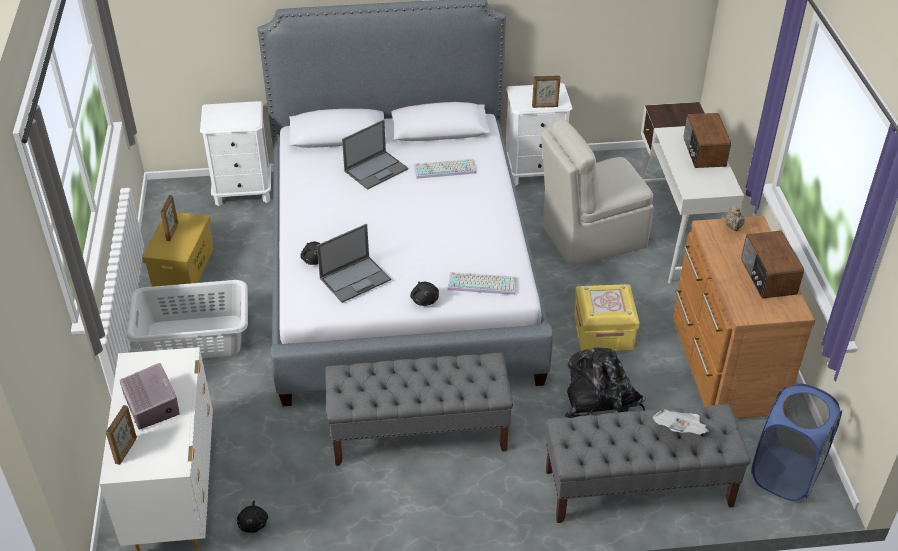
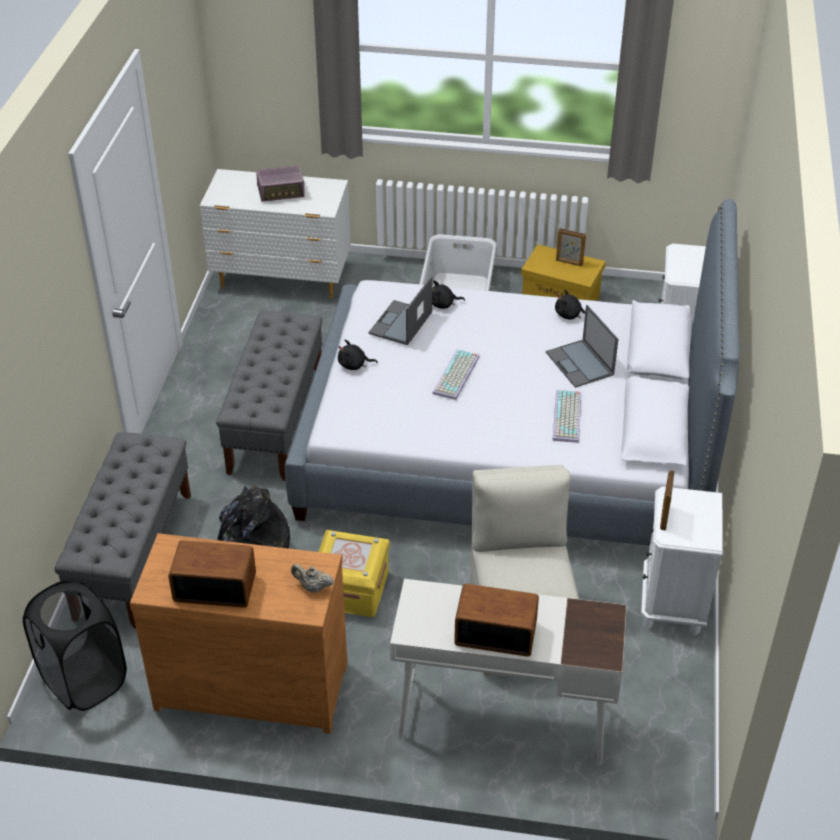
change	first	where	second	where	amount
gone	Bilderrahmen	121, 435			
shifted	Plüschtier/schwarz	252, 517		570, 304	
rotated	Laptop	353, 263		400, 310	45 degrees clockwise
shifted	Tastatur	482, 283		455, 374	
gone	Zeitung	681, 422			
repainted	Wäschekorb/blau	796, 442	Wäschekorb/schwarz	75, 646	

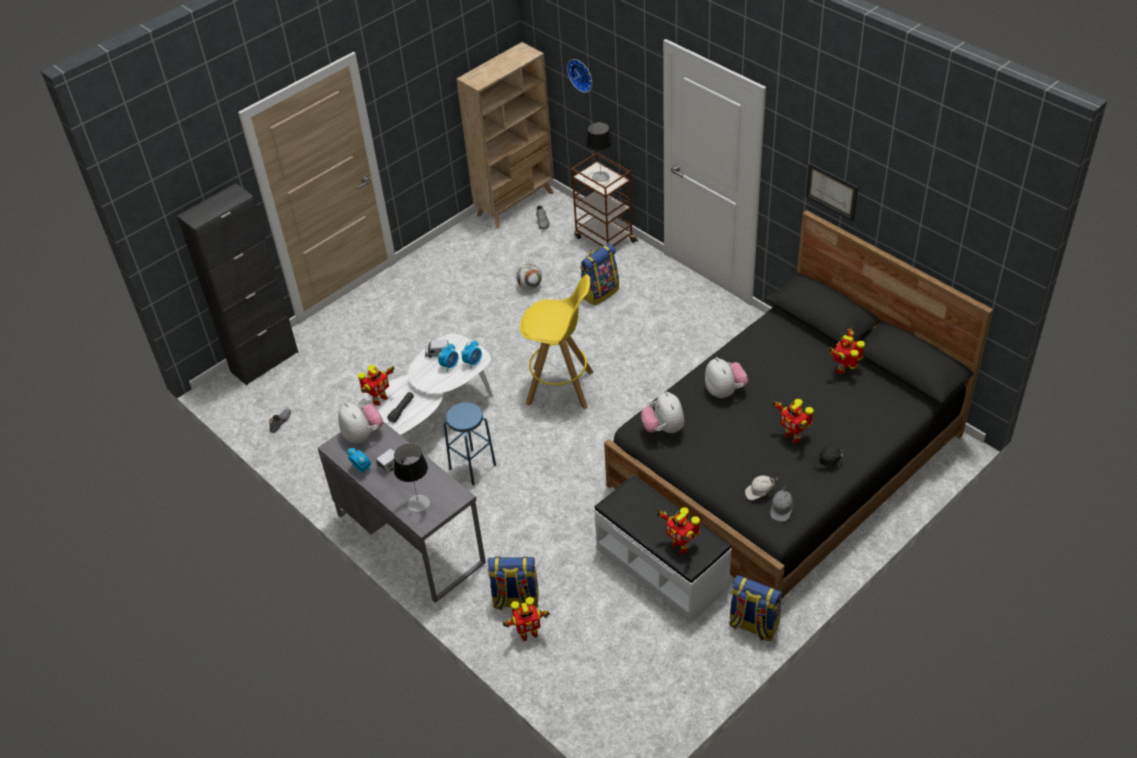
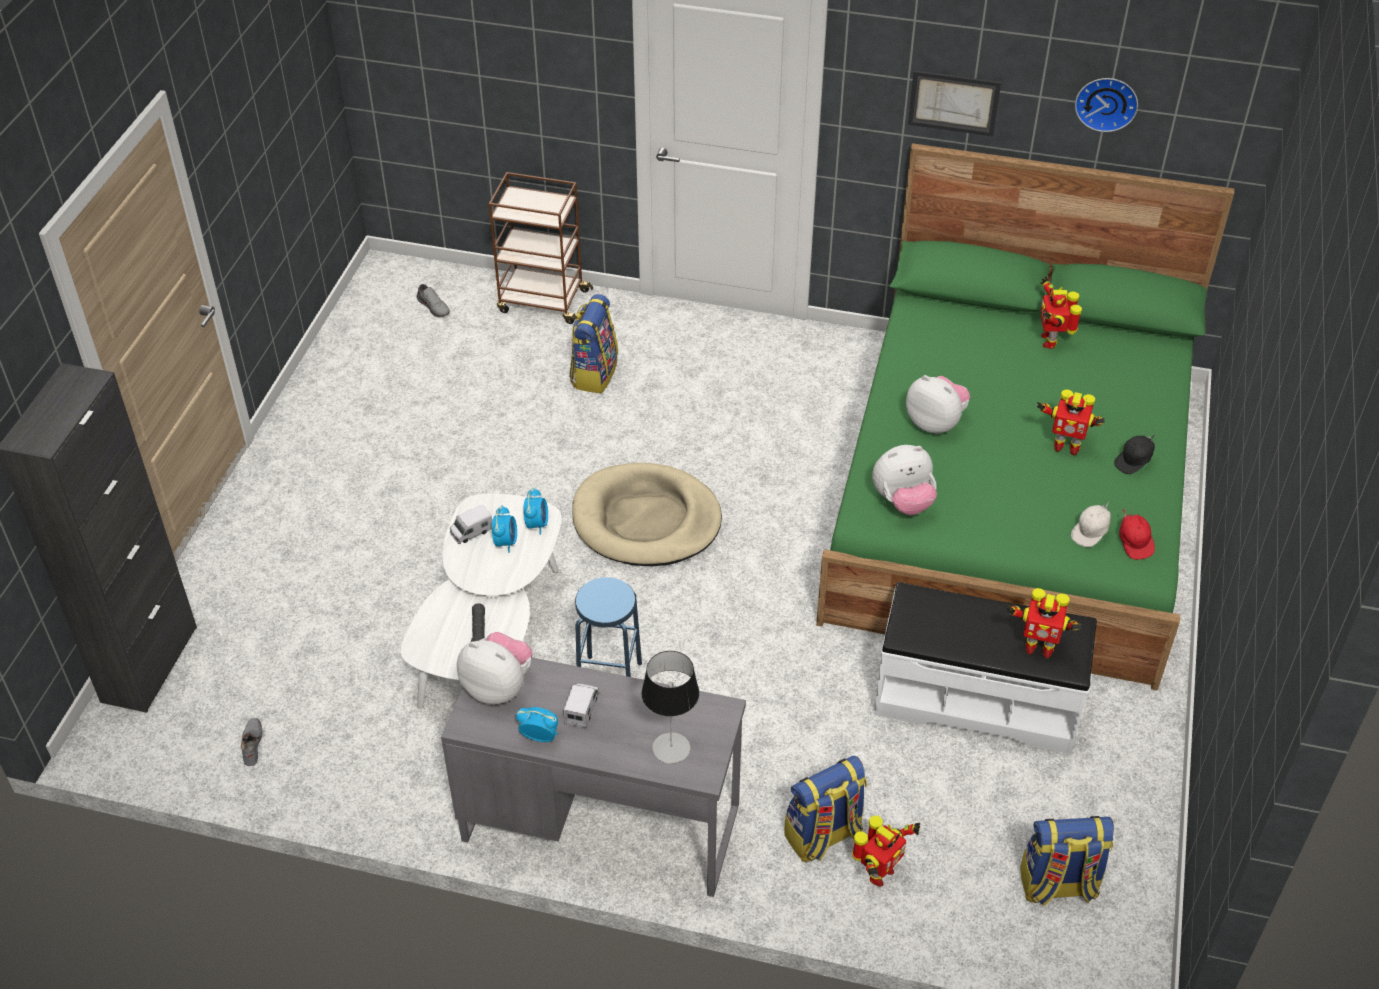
change	first	where	second	where	amount
gone	Spielzeugroboter	376, 385			
gone	Bücherregal/beige	505, 135			
gone	Fußball	529, 277			
swapped	Hocker/gelb	557, 342	Hundebett/beige	647, 514	
shifted	Wanduhr	579, 76		1106, 105	
gone	Tischlampe	599, 152			
repainted	Bett/schwarz	798, 407	Bett/grün	1025, 417	
rotated	Plüschtier	662, 412		904, 480	60 degrees counterclockwise
shifted	Rucksack	755, 608		1067, 861	
repainted	Kappe/grau	781, 504	Kappe/rot	1137, 534	

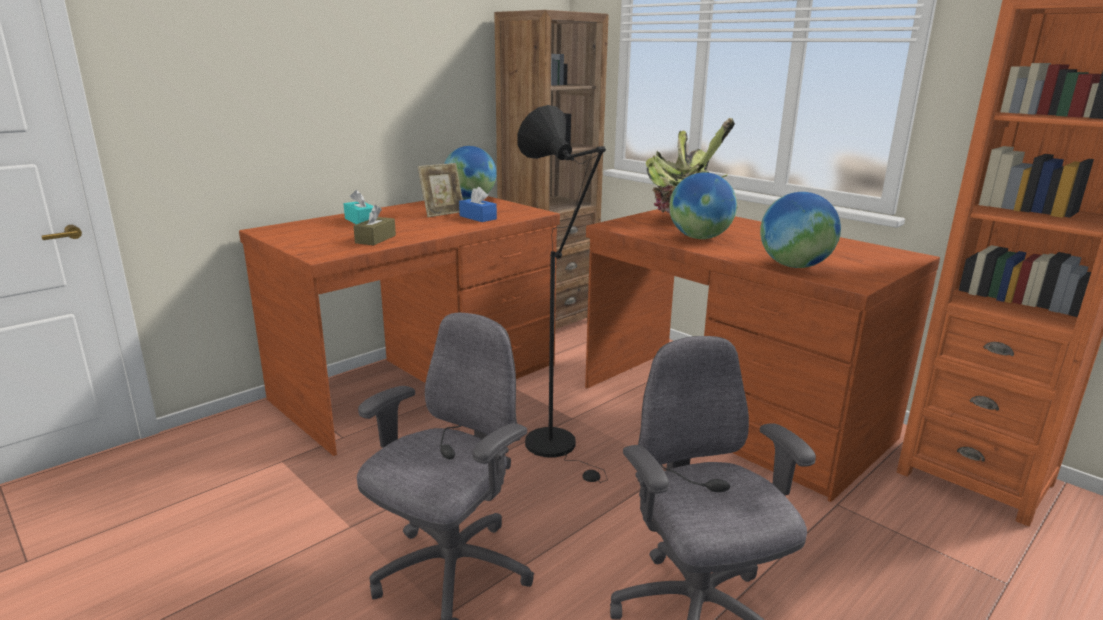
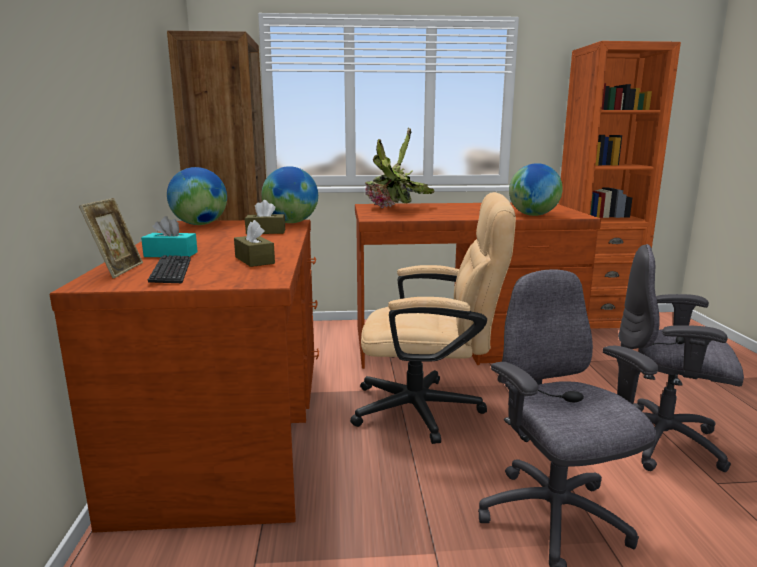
change	first	where	second	where	amount
shifted	Bilderrahmen	440, 190		111, 238	
repainted	Taschentuchbox/blau	478, 204	Taschentuchbox/braun	265, 217	
swapped	Stehlampe/schwarz	562, 294	Bürostuhl/beige	433, 318	
shifted	Globus	703, 205		290, 194	
new			Tastatur	169, 269	

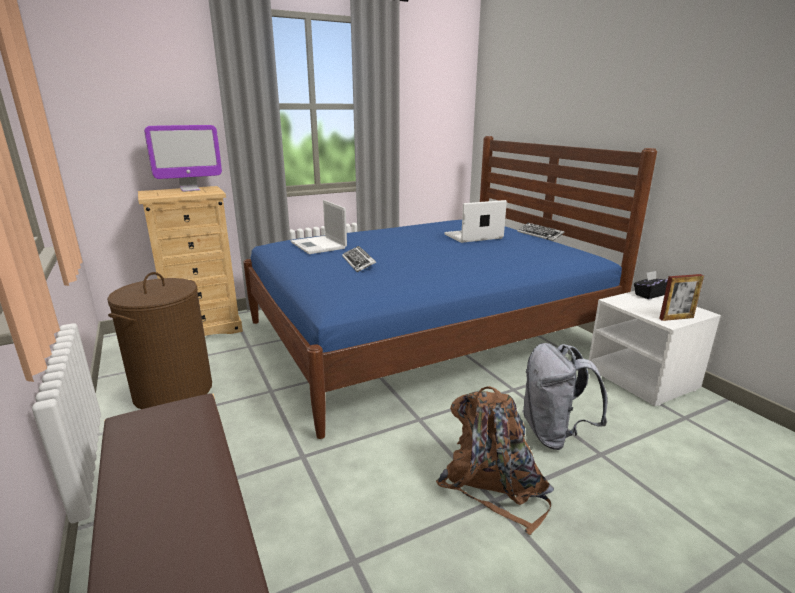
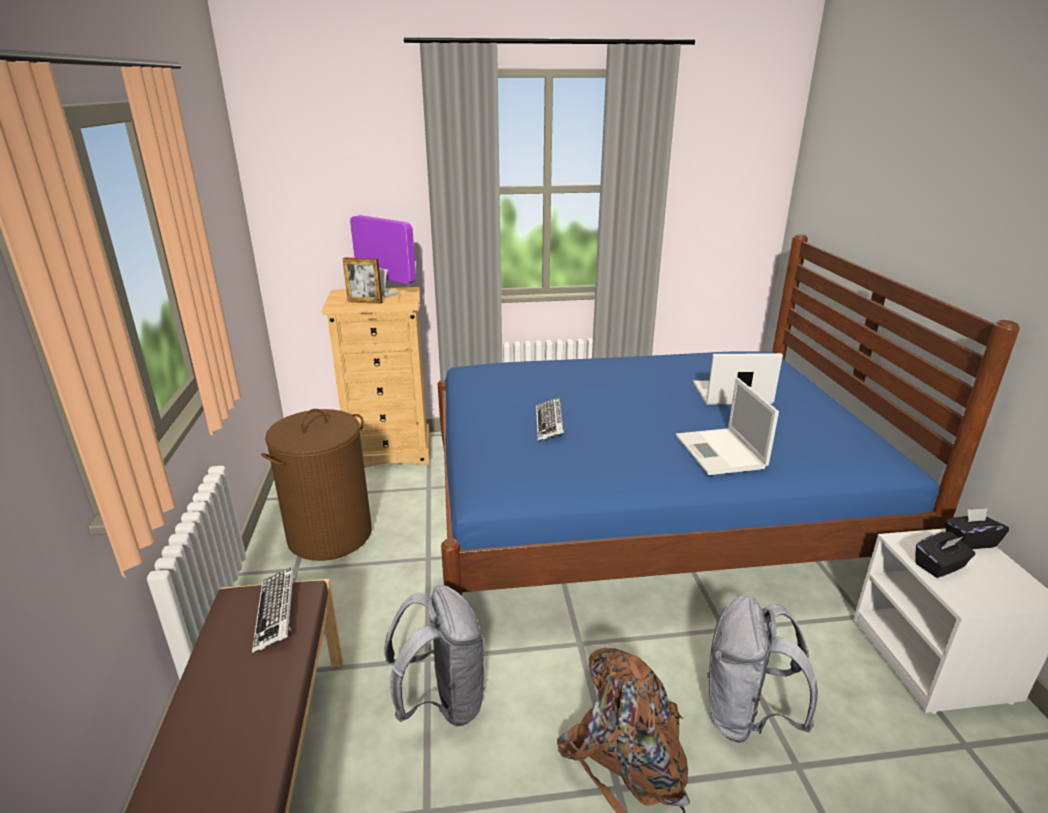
change	first	where	second	where	amount
rotated	Monitor	183, 158		383, 256	135 degrees counterclockwise
shifted	Laptop	319, 227		727, 426	
shifted	Tastatur	541, 232		273, 610	
shifted	Bilderrahmen	681, 297		362, 280	
new			Rucksack/grau	435, 655	
new			Taschentuchbox/schwarz	945, 554	

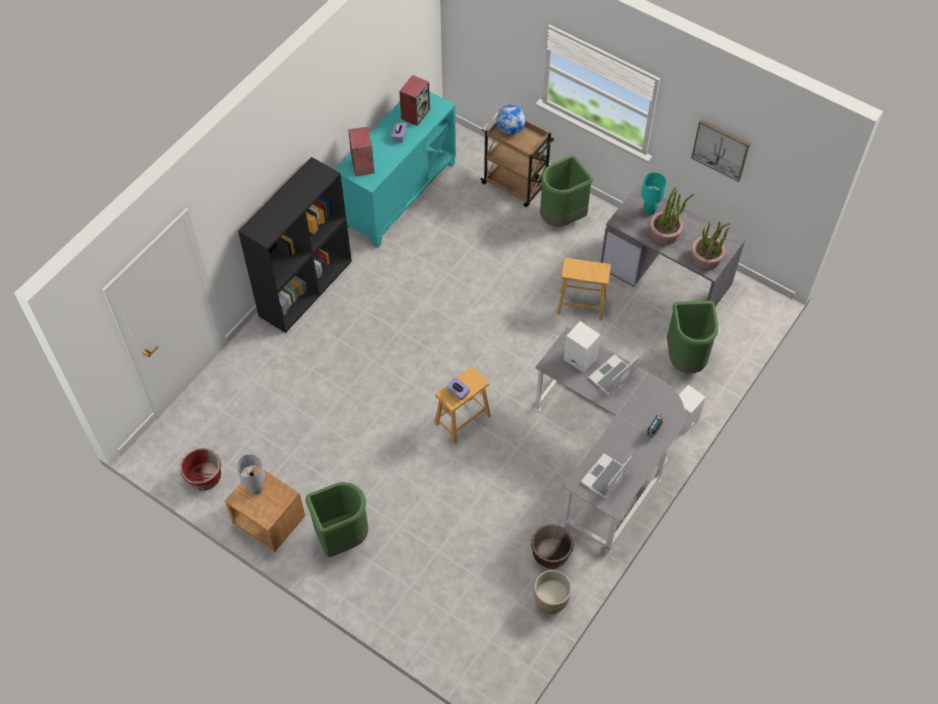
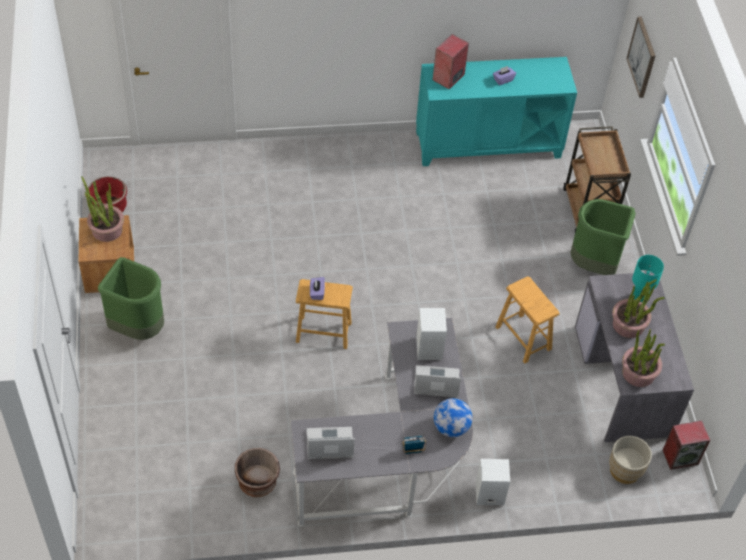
change	first	where	second	where	amount
swapped	Tischlampe/grau	250, 474	Topfpflanze	102, 209	
gone	Bücherregal/schwarz	295, 245			
shifted	Lautsprecher	414, 100		686, 445	
shifted	Globus	511, 120		453, 417	
shifted	Pflanzkübel/beige	553, 592		630, 460	
gone	Mülleimer/grün	692, 337			
shifted	Bild	720, 150		640, 57	

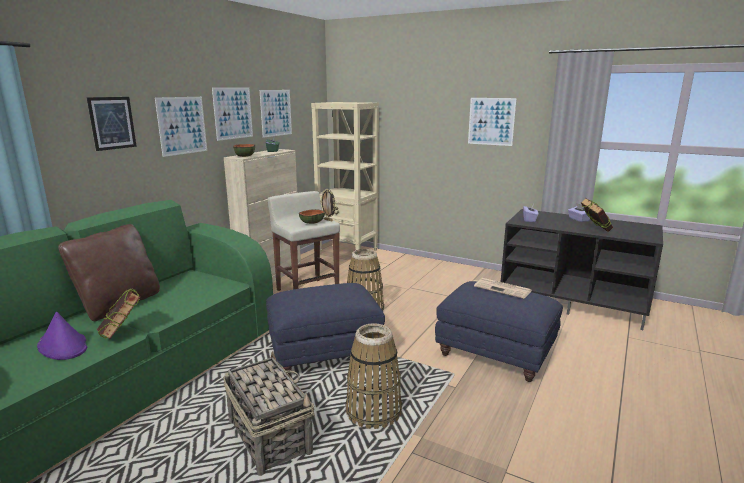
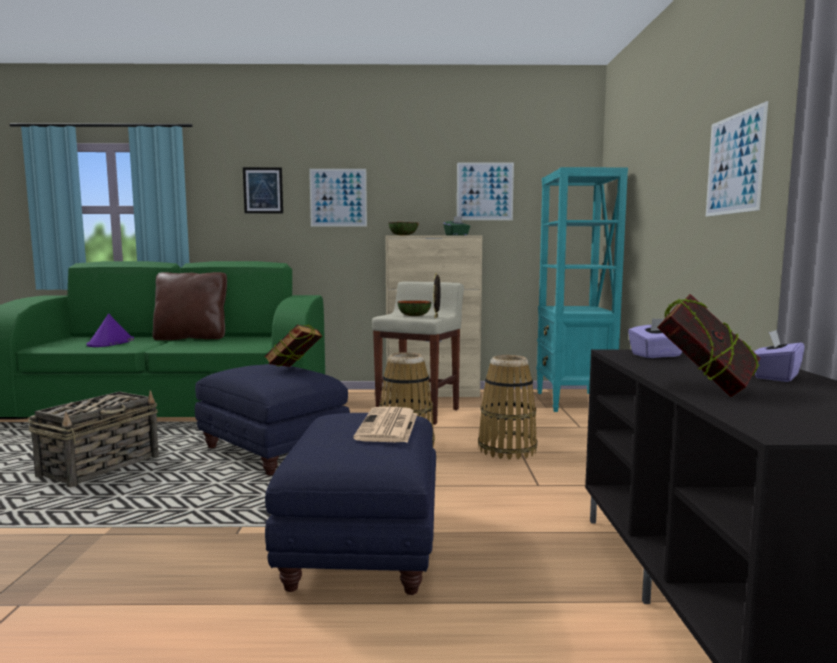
change	first	where	second	where	amount
shifted	Buch	118, 313		293, 345	
gone	Bild	232, 114			
repainted	Bücherregal/beige	345, 177	Bücherregal/türkis	582, 289	
shifted	Korb	373, 376		507, 407	

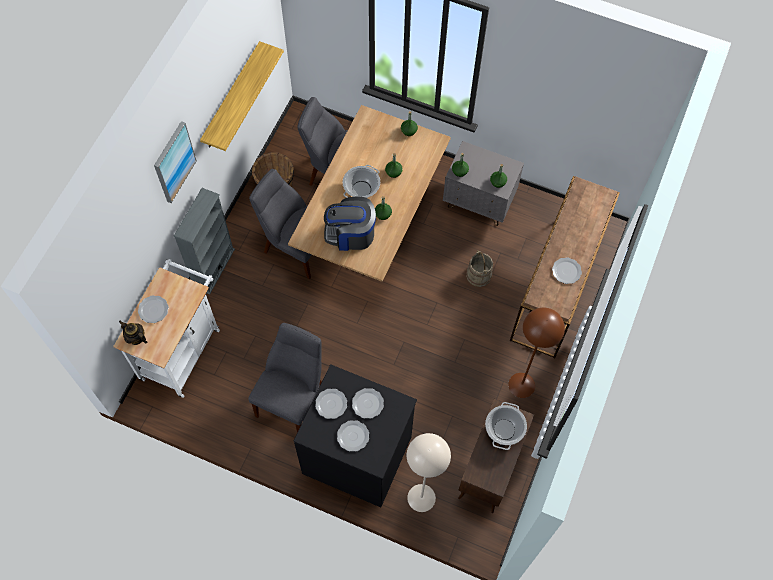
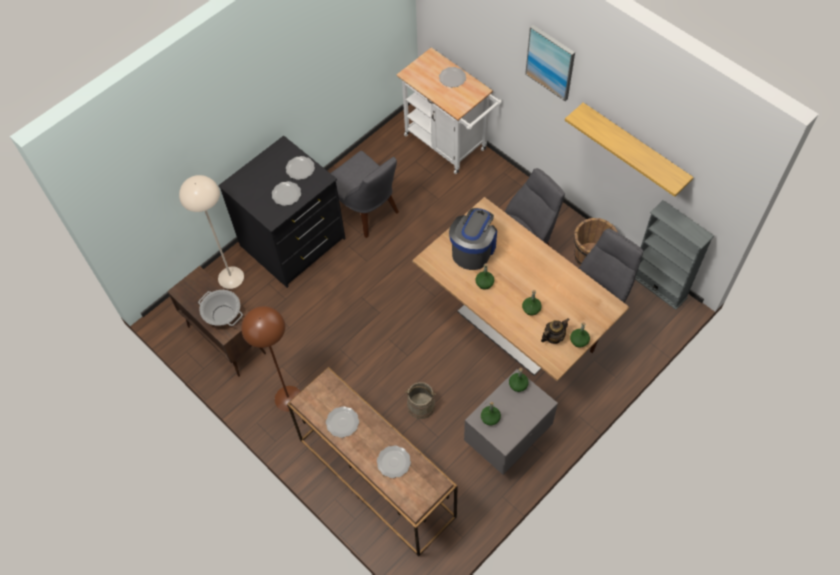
change	first	where	second	where	amount
shifted	Teekanne	133, 332		555, 331	
shifted	Bücherregal/grau	204, 241		674, 255	
shifted	Teller	353, 436		394, 461	
gone	Kochtopf	361, 181			

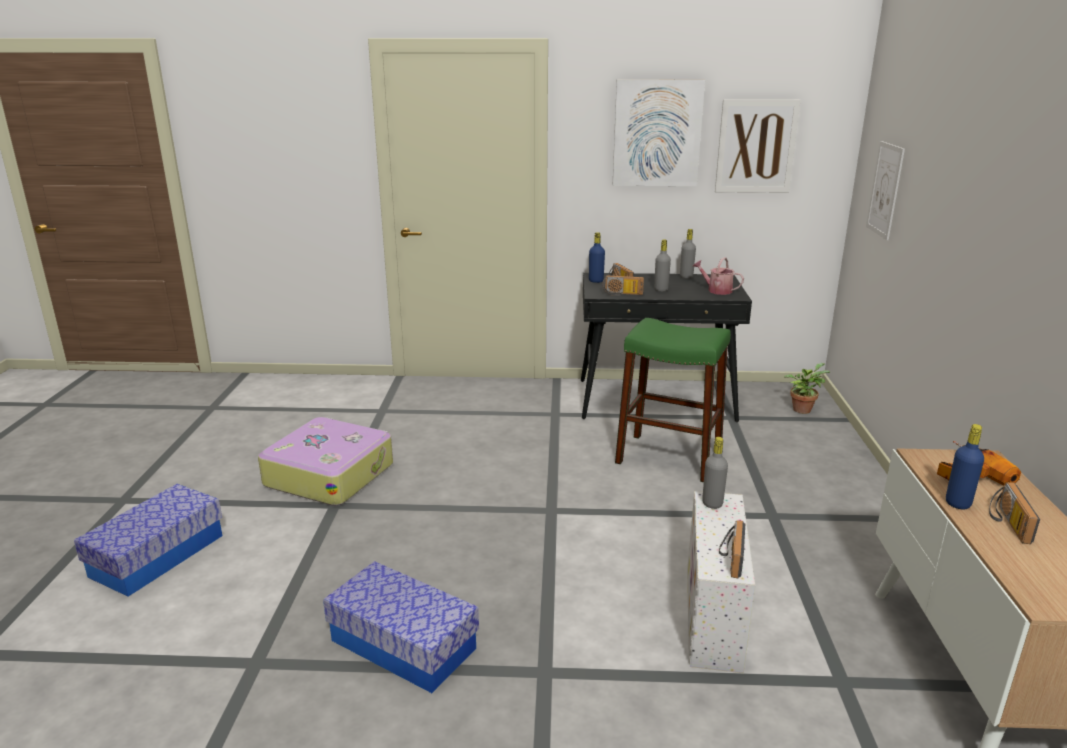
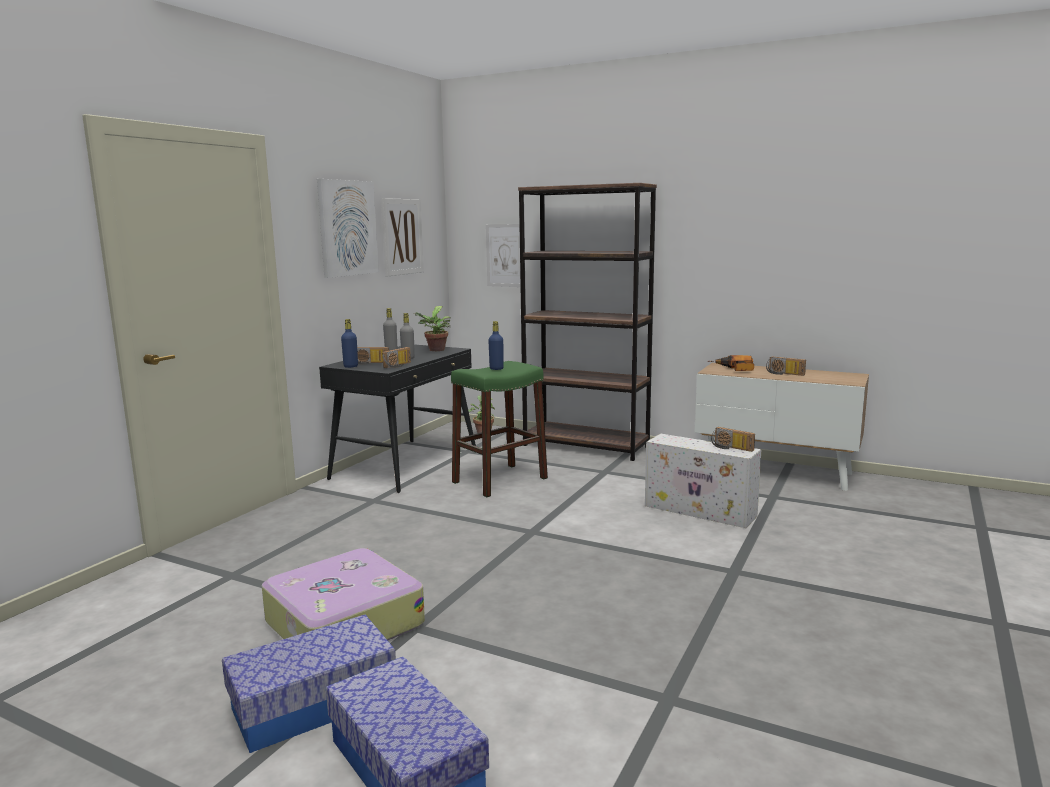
change	first	where	second	where	amount
shifted	Aufbewahrungsbox	401, 627		309, 684	
swapped	Gießkanne	718, 276	Topfpflanze	432, 328	
gone	Flasche/grau	715, 473			
shifted	Flasche/blau	965, 466		496, 345	
new			Bücherregal/braun	587, 322	

